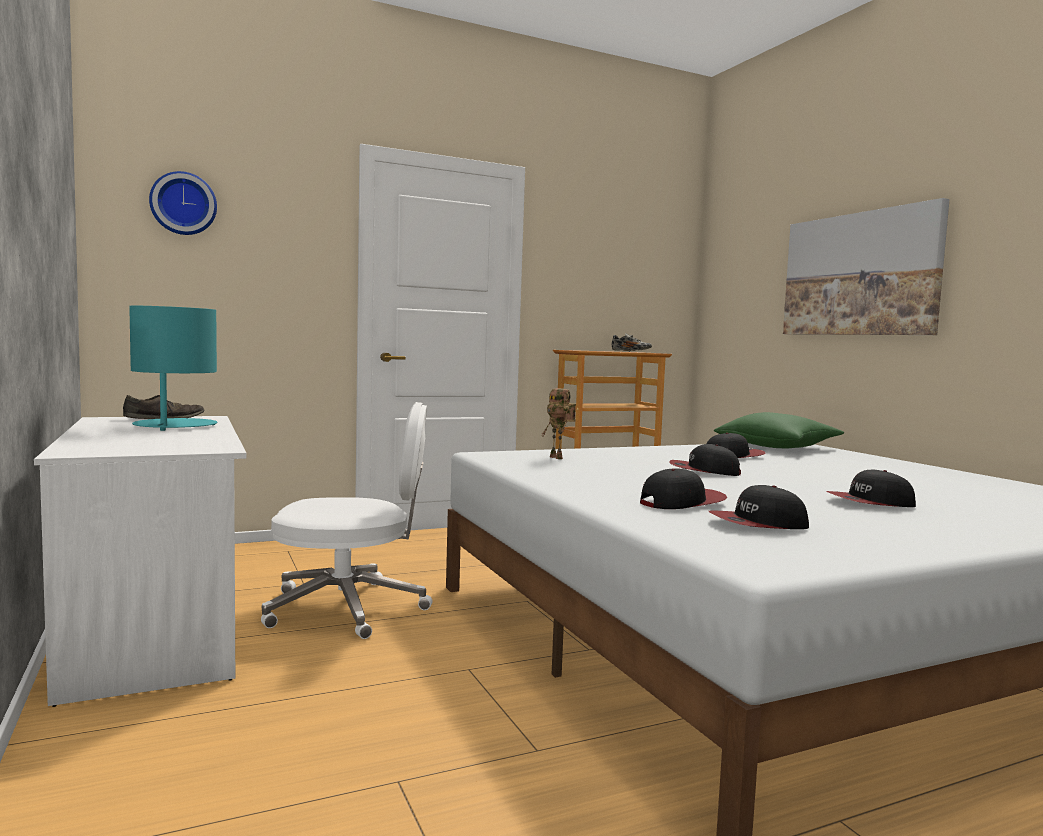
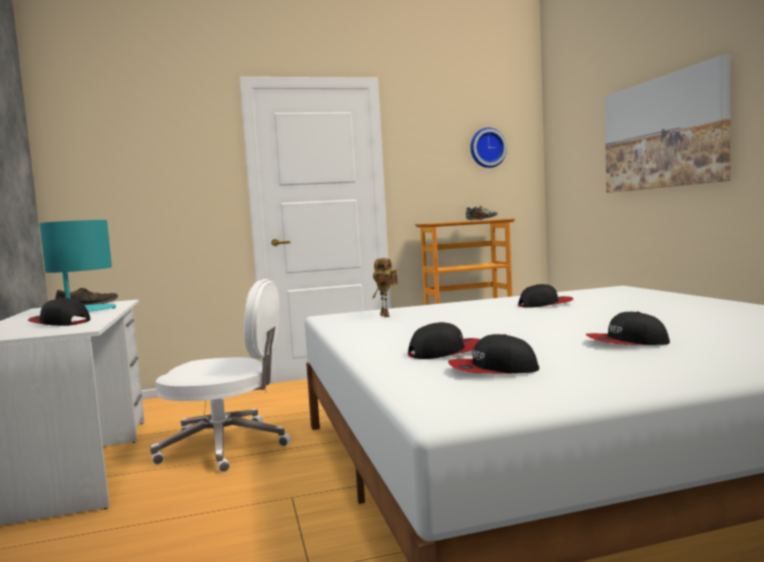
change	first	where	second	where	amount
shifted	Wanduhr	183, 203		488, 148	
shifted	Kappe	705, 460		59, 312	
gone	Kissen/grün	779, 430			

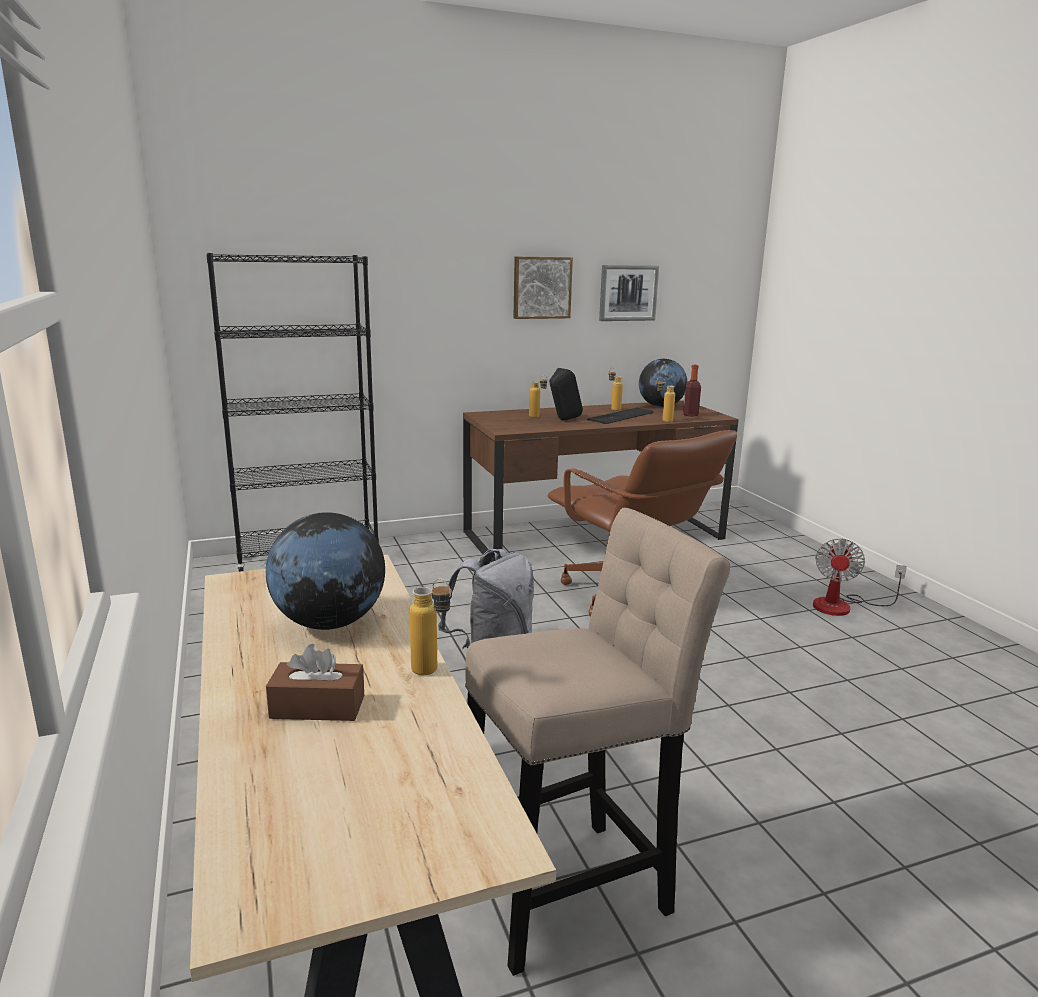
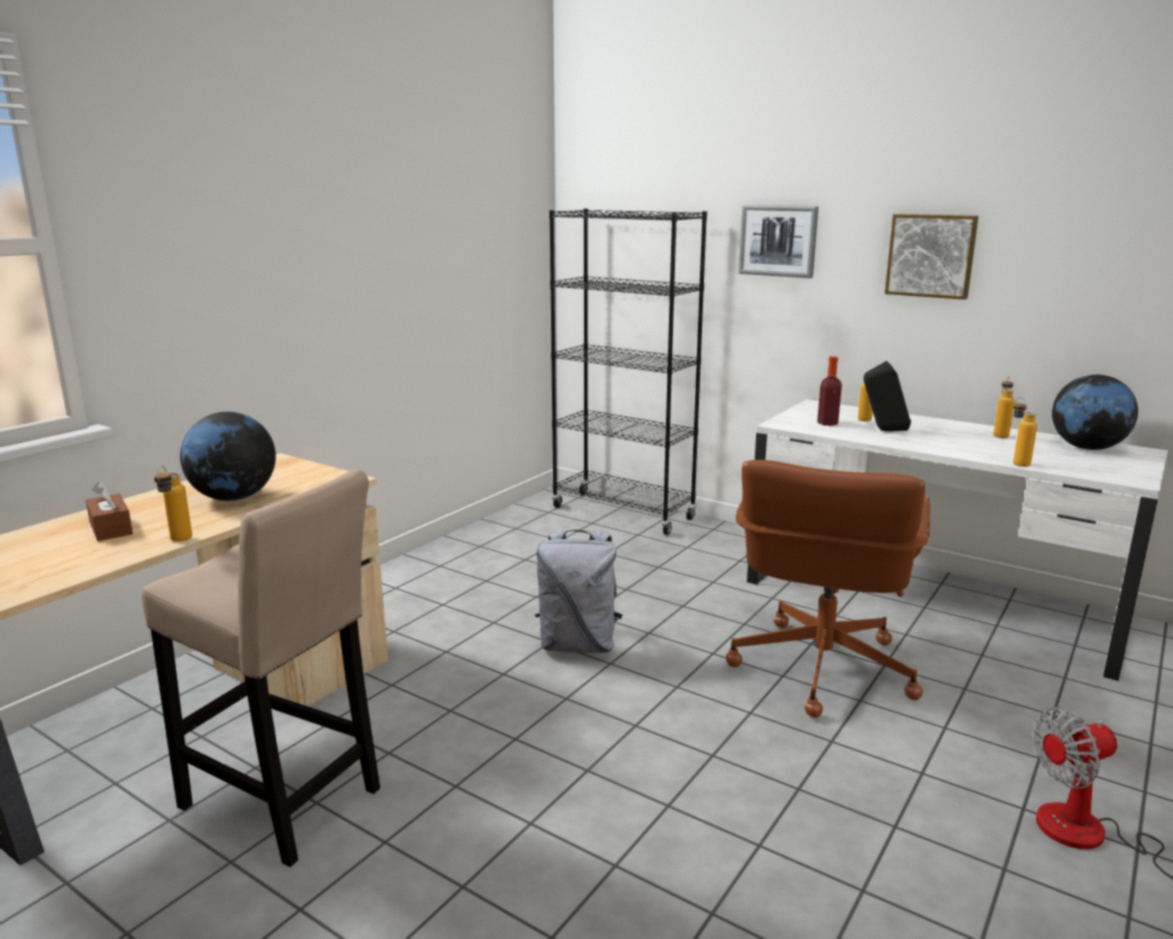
change	first	where	second	where	amount
repainted	Schreibtisch/braun	601, 481	Schreibtisch/weiß	957, 540	
gone	Tastatur	620, 416			
shifted	Bild	629, 293		778, 241	
shifted	Flasche	692, 390		829, 391	

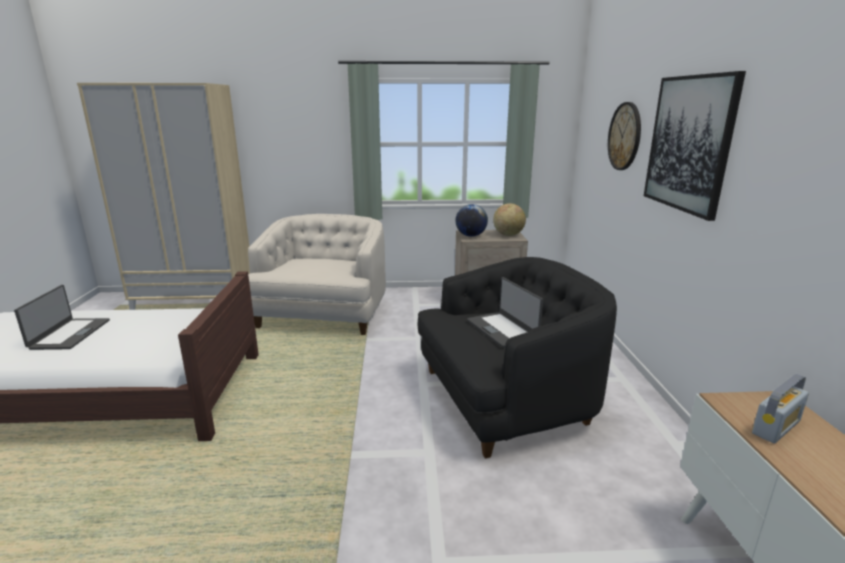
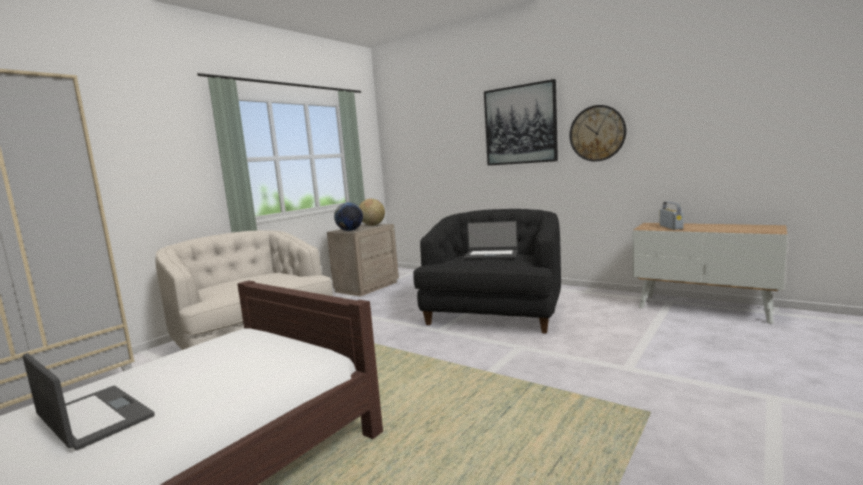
change	first	where	second	where	amount
shifted	Wanduhr	624, 136		598, 133	

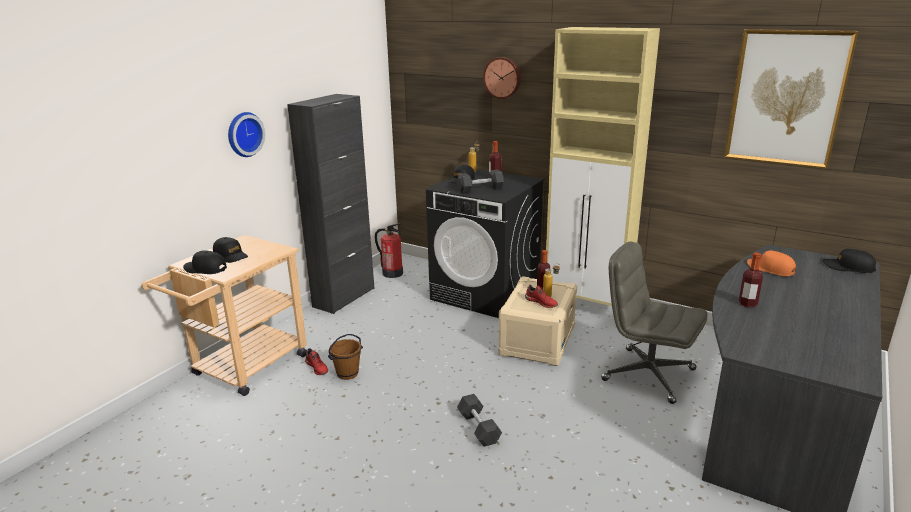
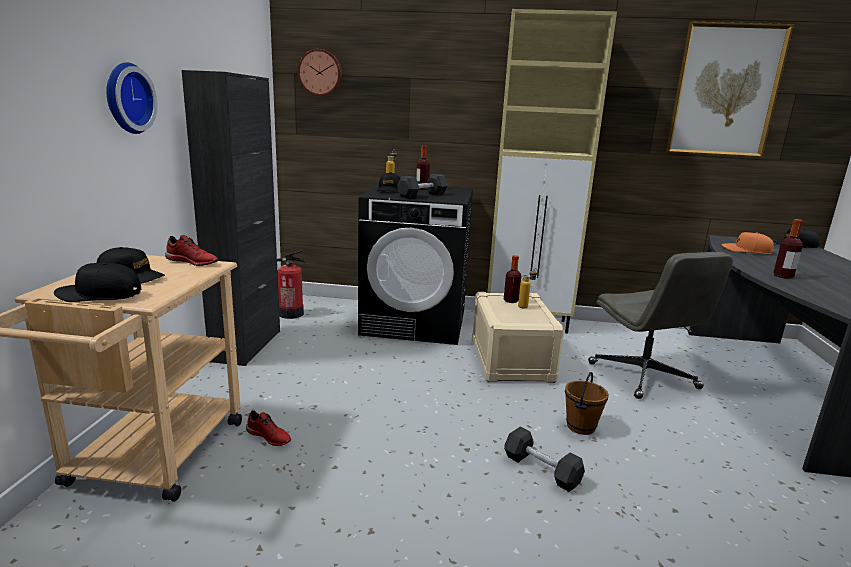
change	first	where	second	where	amount
shifted	Eimer/braun	345, 357		587, 403	
shifted	Wanduhr	502, 78		320, 72	
shifted	Schuh/rot	541, 296		191, 250	
rotated	Bürostuhl/grau	654, 323		660, 325	120 degrees counterclockwise

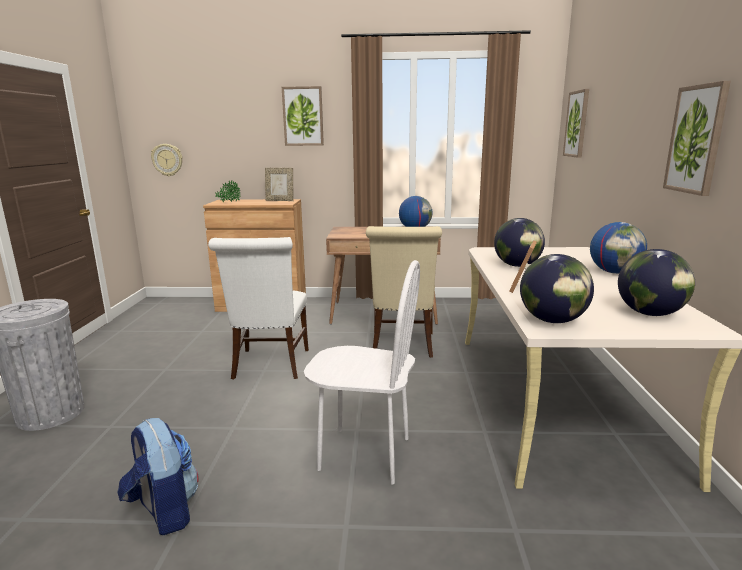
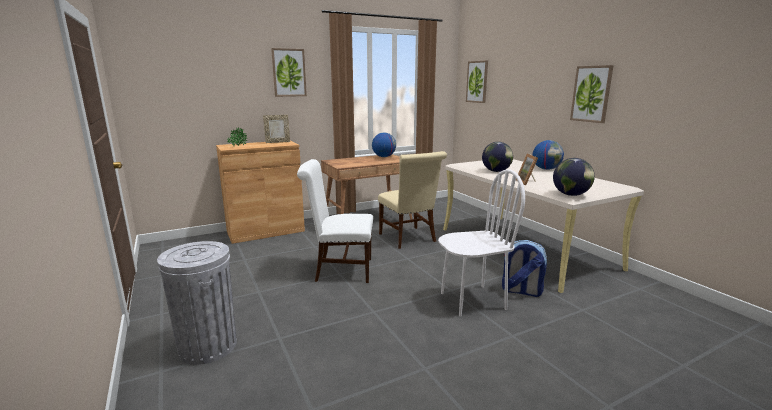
change	first	where	second	where	amount
shifted	Rucksack	158, 476		524, 268	
gone	Wanduhr	166, 160			
rotated	Stuhl/weiß	258, 308		335, 221	120 degrees clockwise
gone	Globus	656, 282			

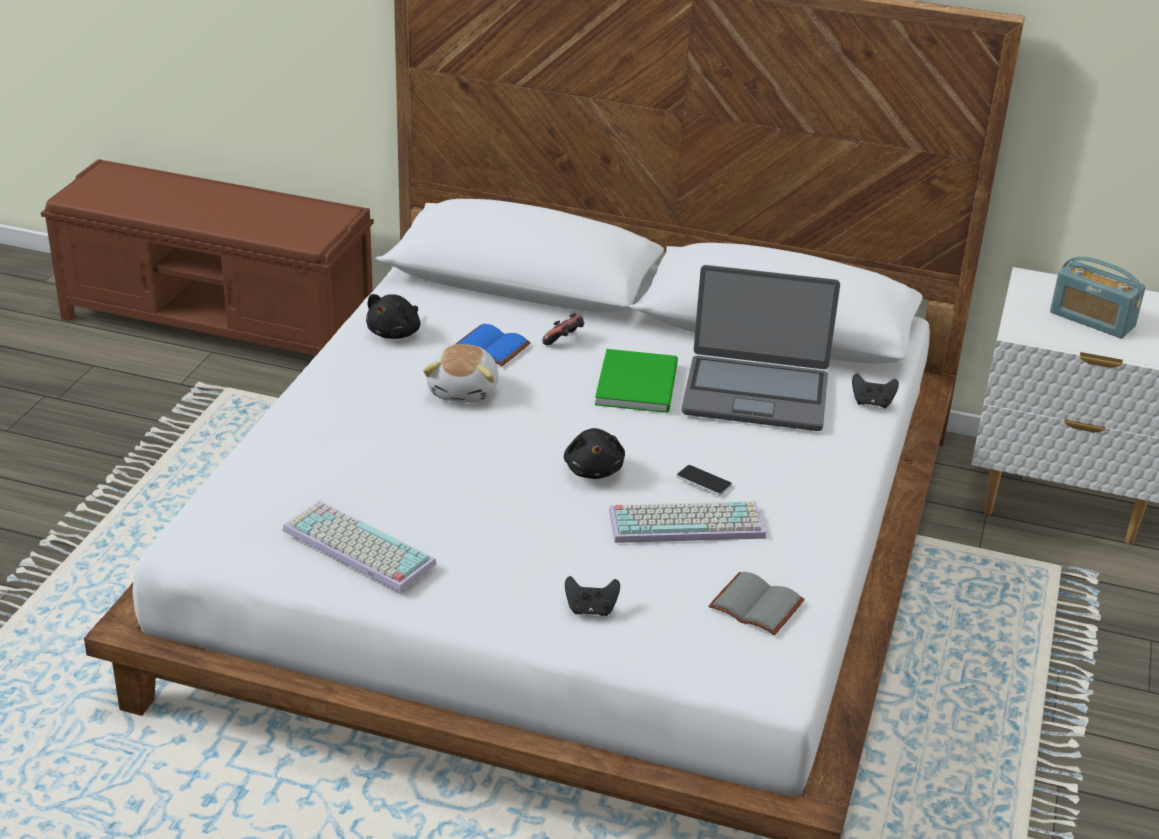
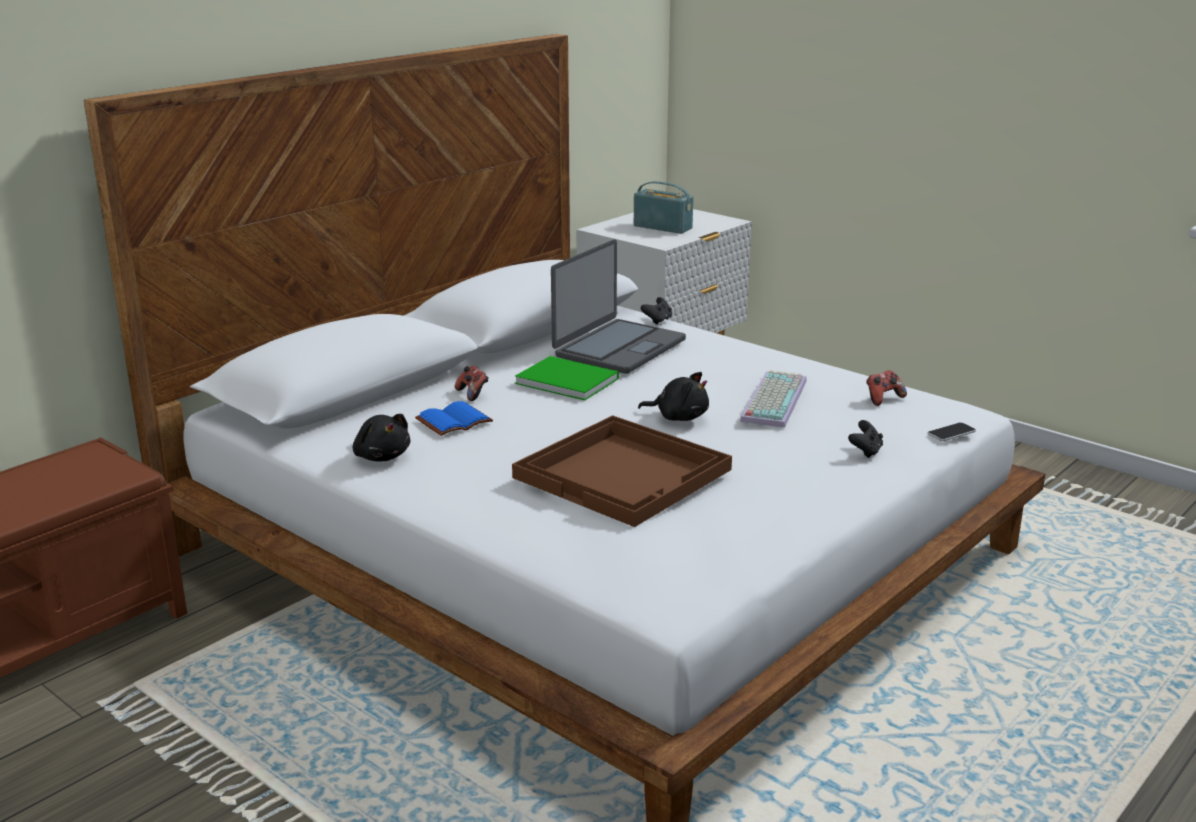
change	first	where	second	where	amount
gone	Tastatur	359, 546			
gone	Plüschtier	461, 373			
shifted	Handy	704, 480		951, 431	
swapped	Buch/grau	756, 603	Gamepad	886, 388	
rotated	Radio	1097, 297		663, 207	120 degrees counterclockwise
new			Tablett/braun	622, 471	

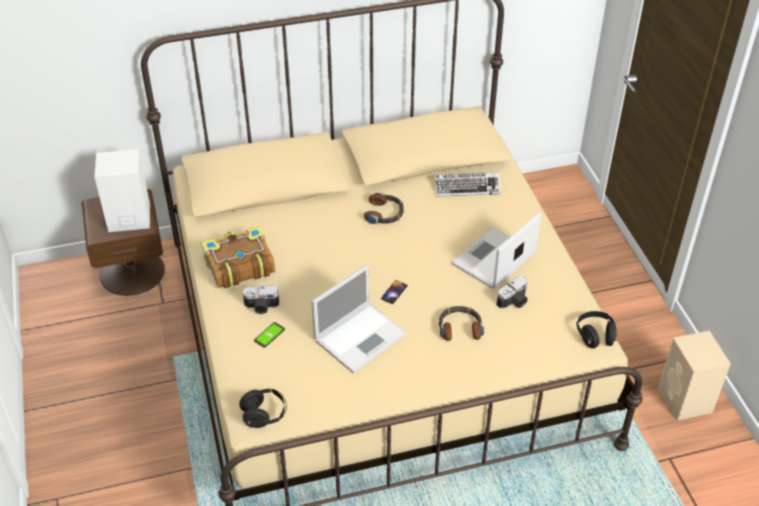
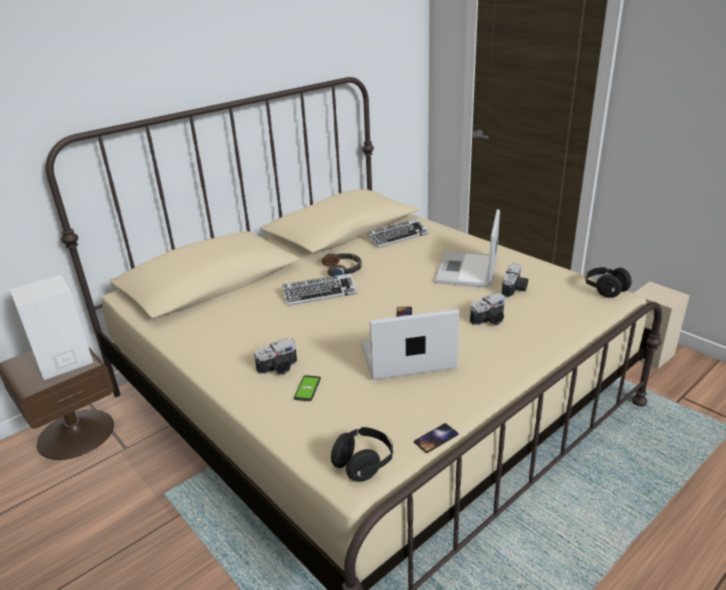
change	first	where	second	where	amount
gone	Buch	238, 257			
rotated	Laptop	359, 318		410, 344	120 degrees counterclockwise
swapped	Kopfhörer	461, 323	Kamera	487, 309	
new			Tastatur	319, 289	
new			Handy	436, 438	

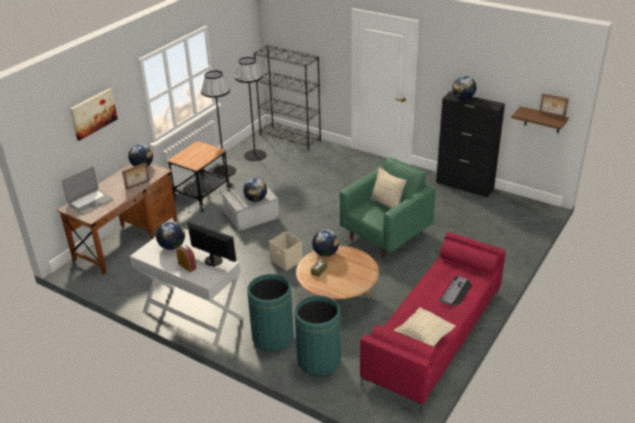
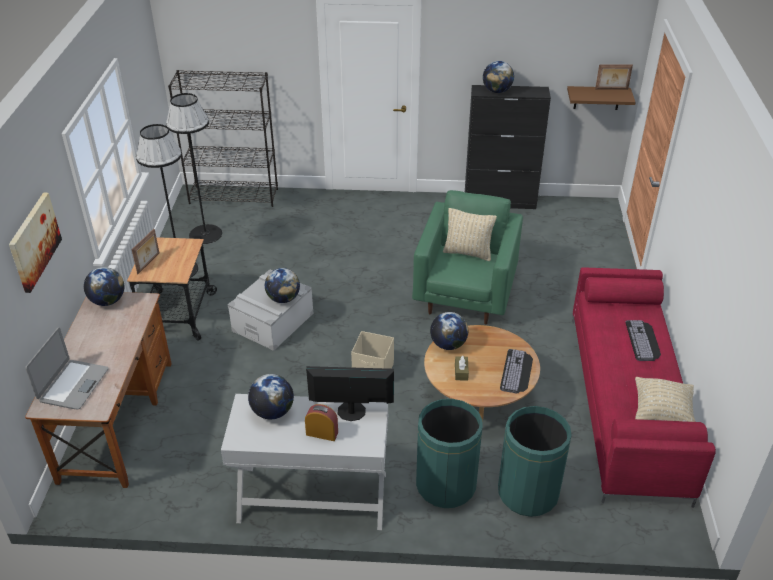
change	first	where	second	where	amount
shifted	Bilderrahmen	136, 176		145, 251	
new			Tastatur	516, 371	

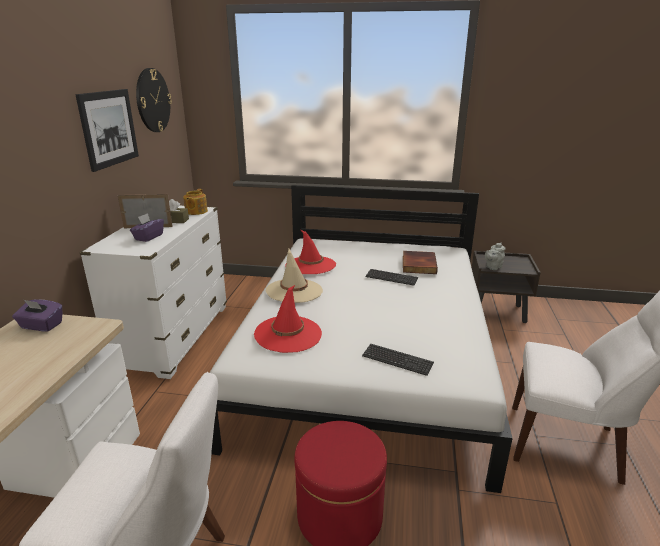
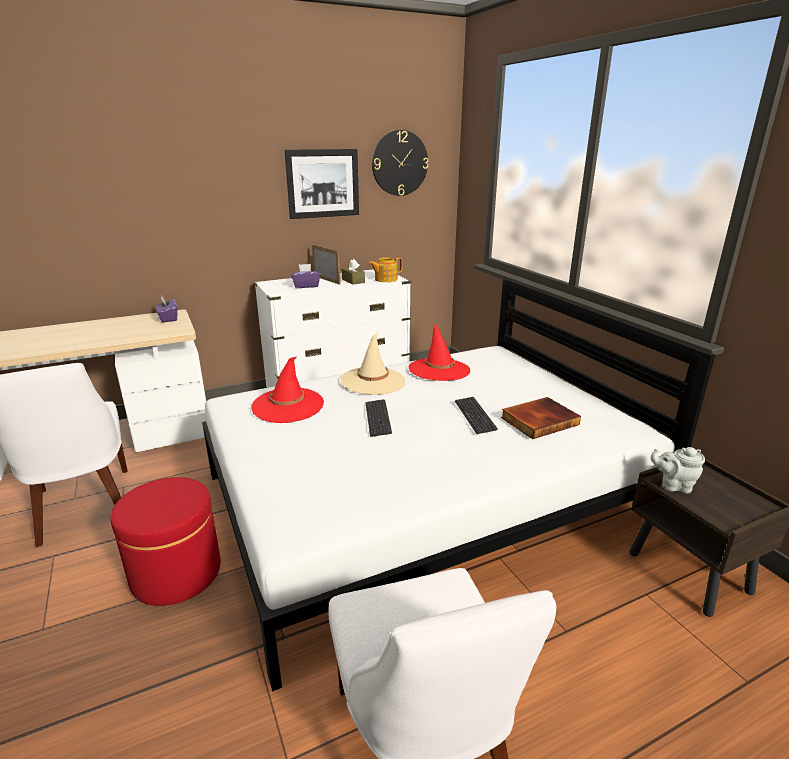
change	first	where	second	where	amount
shifted	Tastatur	398, 360		378, 418	

